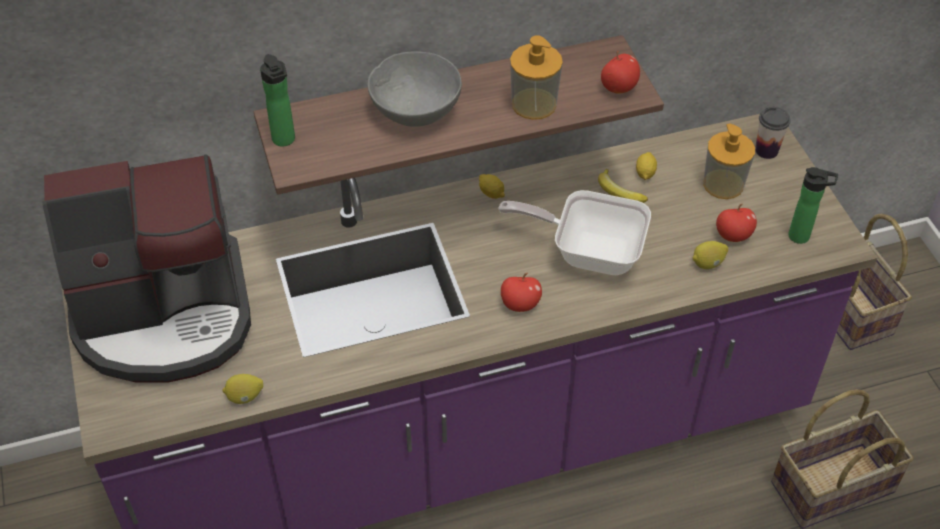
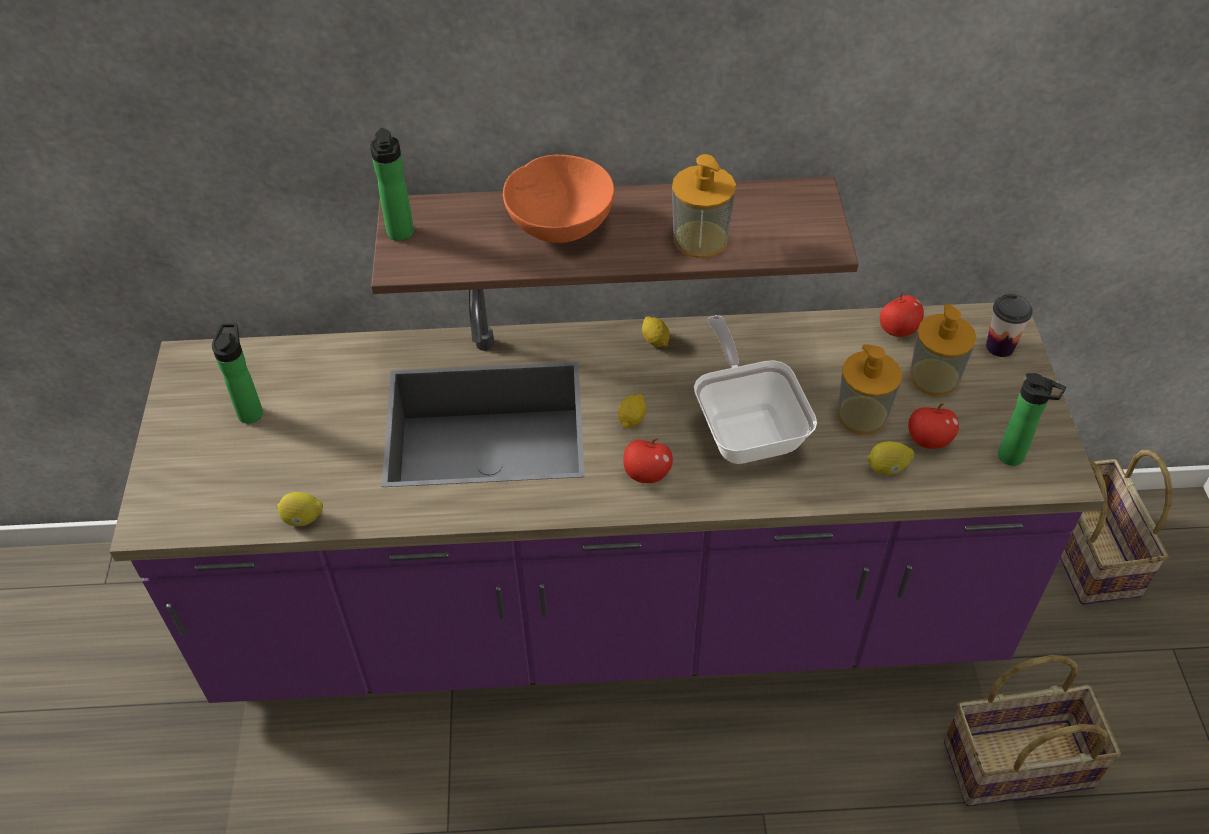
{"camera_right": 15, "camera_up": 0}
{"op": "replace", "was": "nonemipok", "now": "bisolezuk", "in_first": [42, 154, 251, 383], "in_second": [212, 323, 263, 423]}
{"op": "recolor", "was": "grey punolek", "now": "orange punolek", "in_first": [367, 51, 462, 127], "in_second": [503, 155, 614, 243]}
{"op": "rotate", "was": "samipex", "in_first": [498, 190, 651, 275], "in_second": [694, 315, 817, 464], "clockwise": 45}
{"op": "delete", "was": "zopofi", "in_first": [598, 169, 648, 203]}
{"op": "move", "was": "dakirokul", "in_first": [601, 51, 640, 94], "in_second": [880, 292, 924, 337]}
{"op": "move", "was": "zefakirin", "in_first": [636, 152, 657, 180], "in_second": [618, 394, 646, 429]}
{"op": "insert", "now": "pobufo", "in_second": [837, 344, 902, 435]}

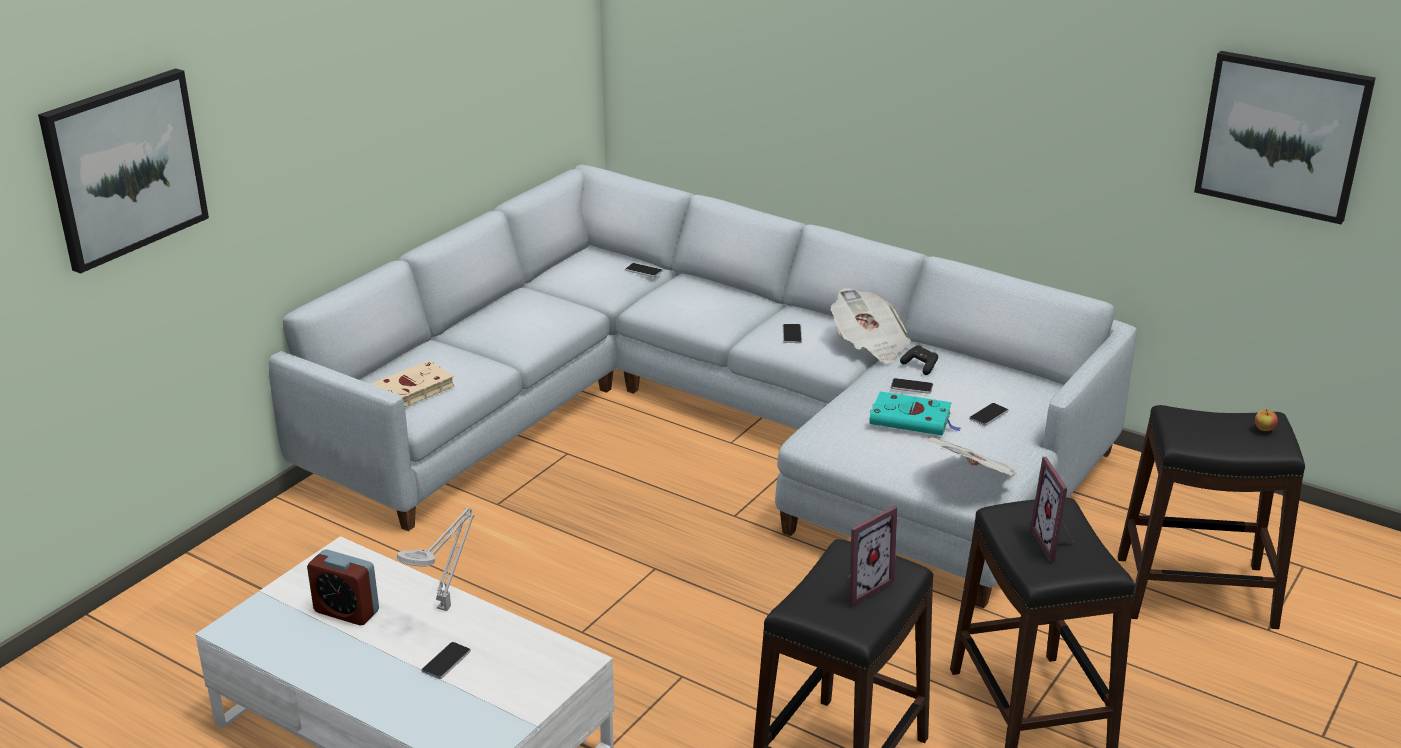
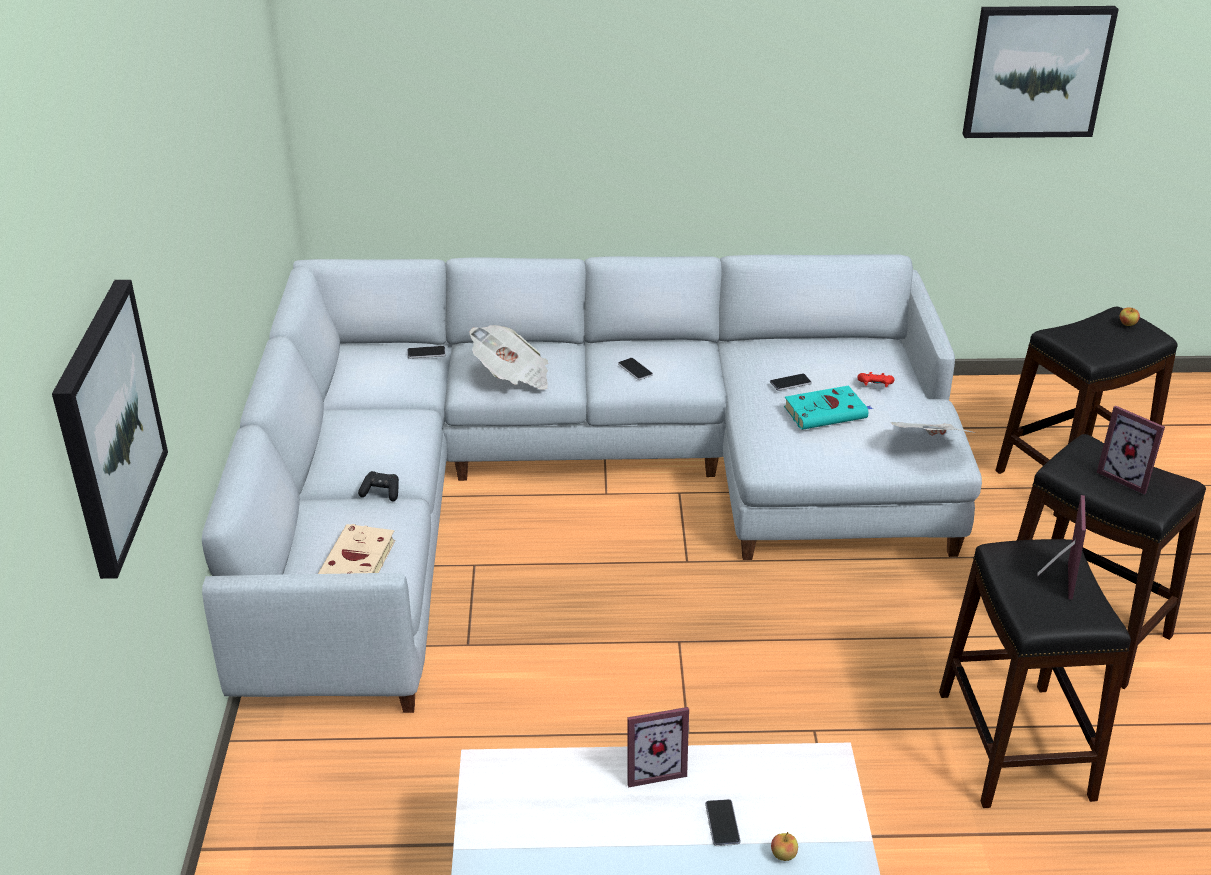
{"camera_right": -35, "camera_up": 5}
{"op": "delete", "was": "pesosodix", "in_first": [307, 549, 379, 626]}
{"op": "replace", "was": "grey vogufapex", "now": "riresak", "in_first": [397, 508, 474, 611], "in_second": [628, 707, 689, 787]}
{"op": "move", "was": "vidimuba", "in_first": [831, 288, 911, 364], "in_second": [469, 325, 548, 390]}
{"op": "move", "was": "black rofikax", "in_first": [900, 345, 938, 375], "in_second": [358, 471, 399, 501]}
{"op": "replace", "was": "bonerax", "now": "red rofikax", "in_first": [969, 403, 1008, 426], "in_second": [857, 372, 894, 387]}
{"op": "insert", "now": "dakirokul", "in_second": [771, 832, 798, 861]}

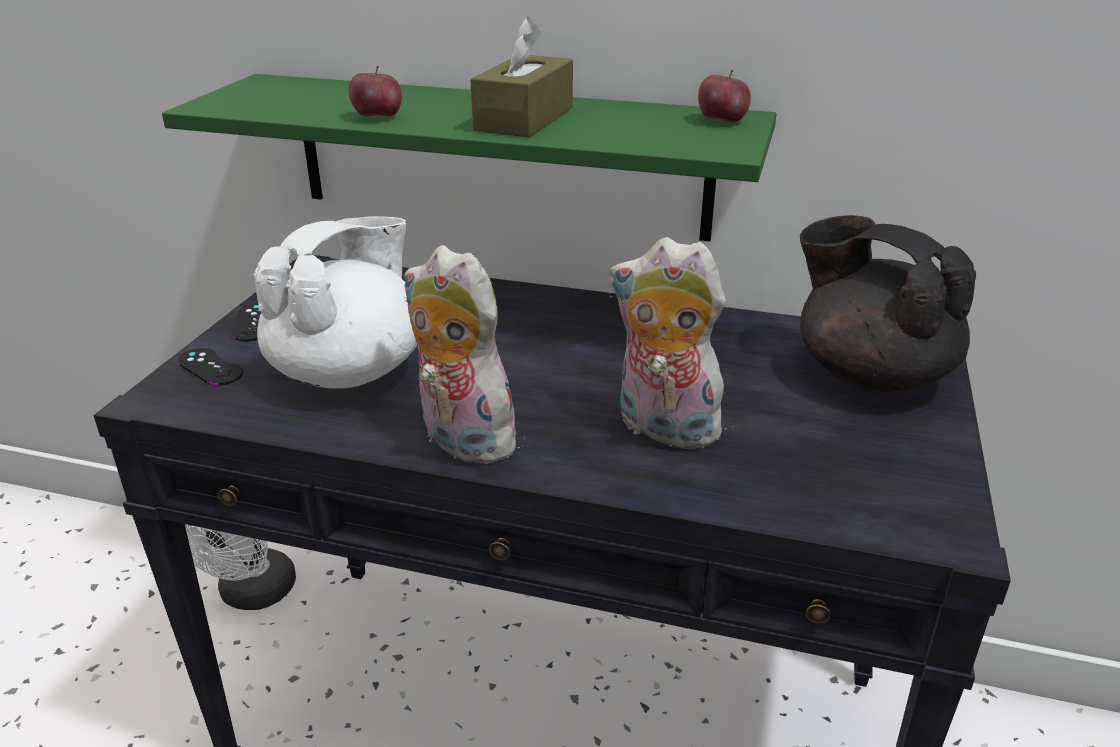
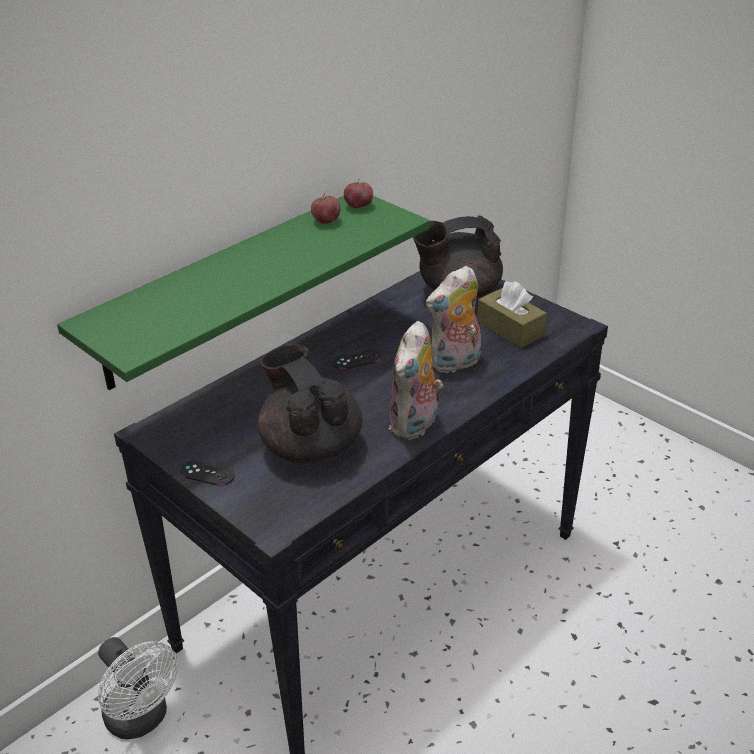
{"camera_right": -60, "camera_up": 5}
{"op": "move", "was": "black rofikax", "in_first": [177, 348, 243, 386], "in_second": [333, 350, 381, 369]}
{"op": "recolor", "was": "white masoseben", "now": "black masoseben", "in_first": [254, 216, 417, 389], "in_second": [257, 344, 362, 464]}
{"op": "move", "was": "dakirokul", "in_first": [349, 66, 402, 117], "in_second": [311, 193, 341, 224]}
{"op": "rotate", "was": "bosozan", "in_first": [404, 245, 528, 465], "in_second": [389, 321, 443, 440], "clockwise": -45}
{"op": "move", "was": "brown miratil", "in_first": [470, 17, 573, 137], "in_second": [477, 281, 547, 348]}

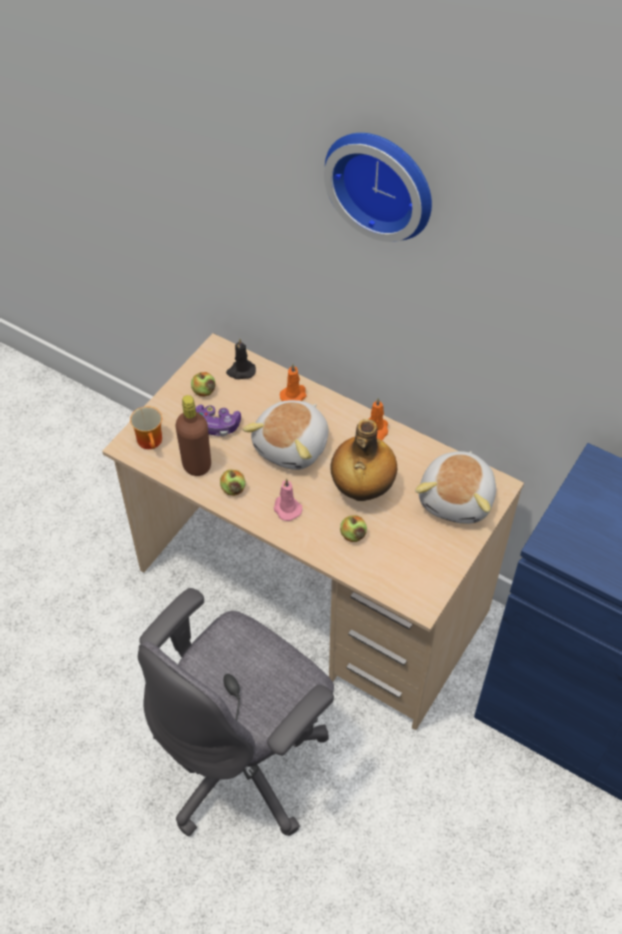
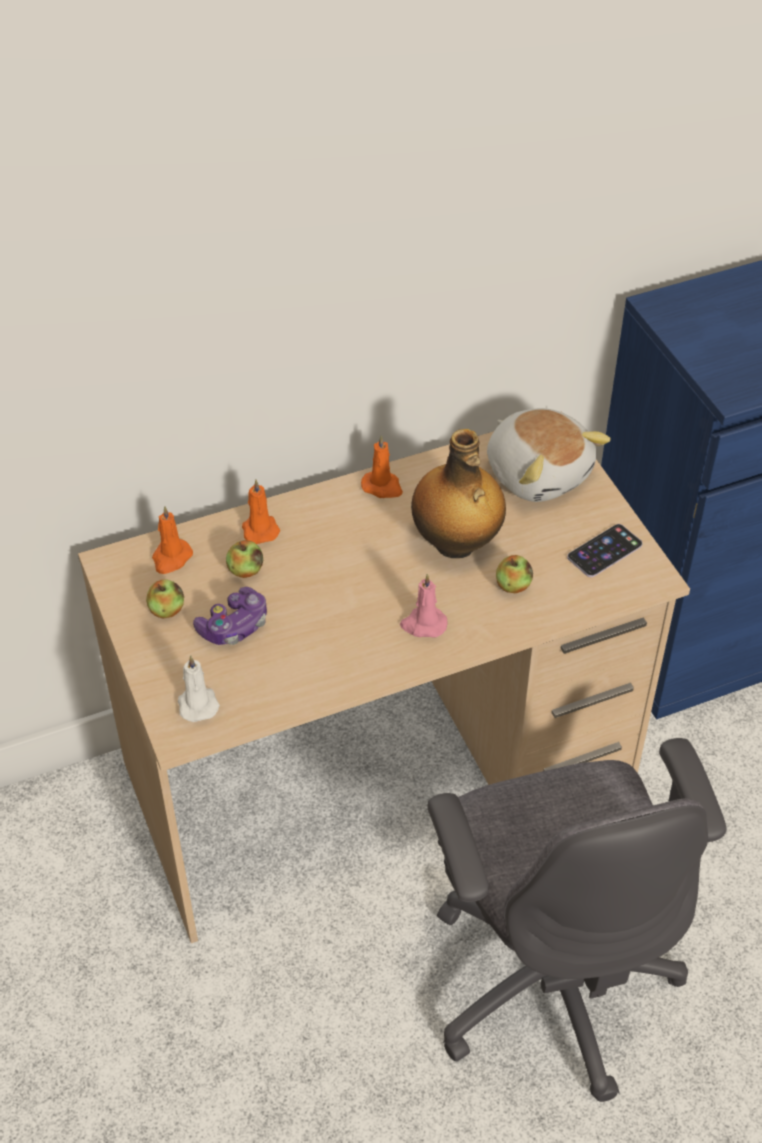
{"camera_right": -55, "camera_up": -5}
{"op": "replace", "was": "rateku", "now": "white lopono", "in_first": [130, 406, 162, 449], "in_second": [178, 655, 220, 722]}
{"op": "delete", "was": "brown bisolezuk", "in_first": [175, 395, 211, 476]}
{"op": "move", "was": "dakirokul", "in_first": [220, 470, 246, 496], "in_second": [226, 540, 263, 578]}
{"op": "recolor", "was": "black lopono", "now": "orange lopono", "in_first": [226, 339, 256, 379], "in_second": [152, 506, 193, 574]}
{"op": "delete", "was": "bosozan", "in_first": [243, 400, 328, 470]}
{"op": "delete", "was": "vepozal", "in_first": [324, 133, 432, 242]}
{"op": "insert", "now": "bonerax", "in_second": [567, 524, 642, 577]}

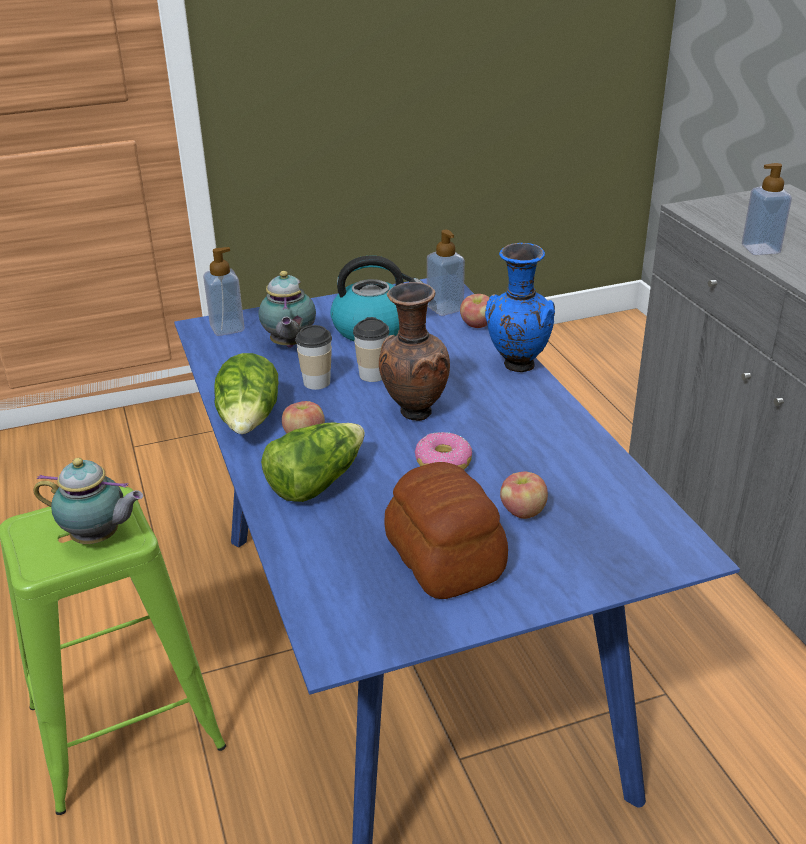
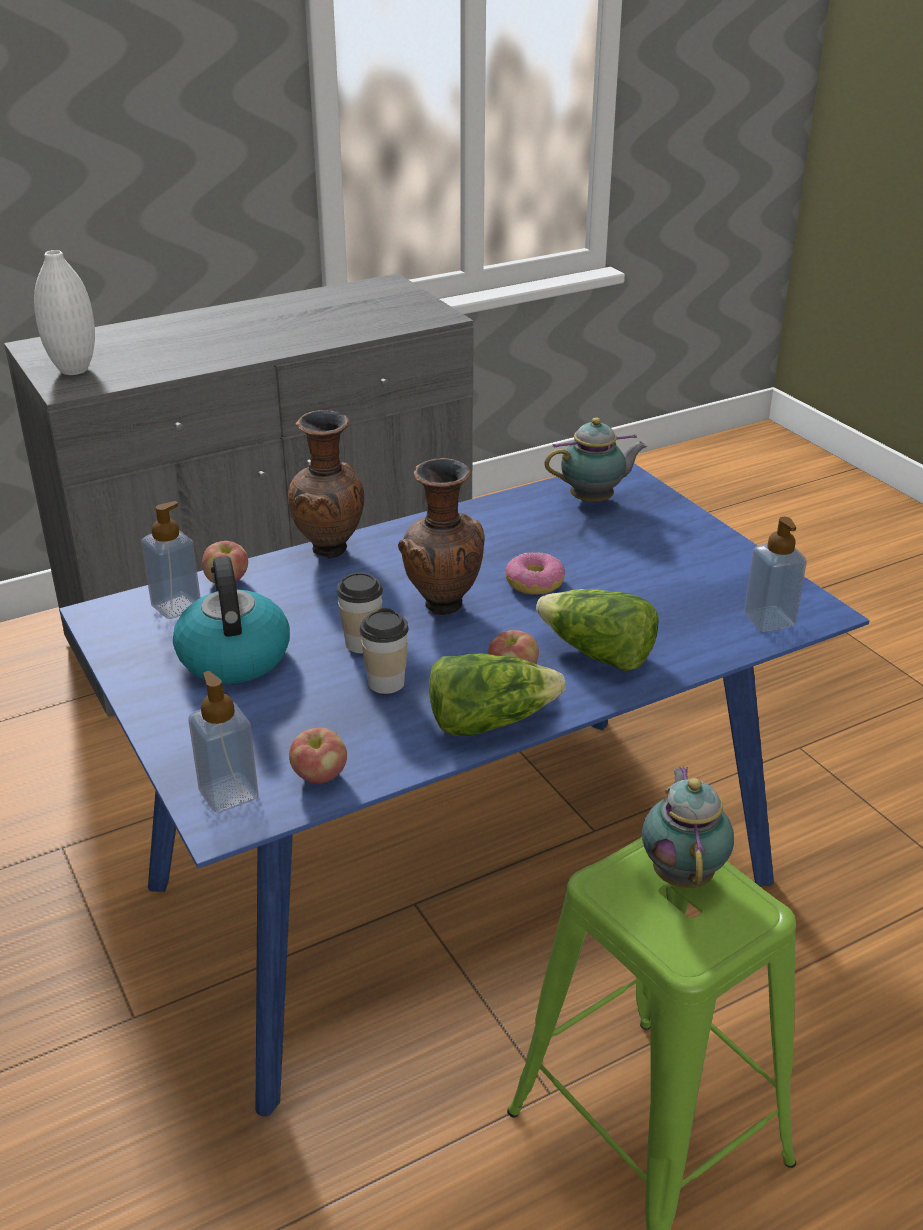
{"camera_right": -100, "camera_up": 0}
{"op": "move", "was": "masoseben", "in_first": [259, 271, 316, 348], "in_second": [544, 417, 647, 502]}
{"op": "delete", "was": "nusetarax", "in_first": [384, 462, 508, 599]}
{"op": "recolor", "was": "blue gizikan", "now": "brown gizikan", "in_first": [485, 243, 555, 372], "in_second": [288, 410, 364, 559]}
{"op": "move", "was": "dakirokul", "in_first": [500, 472, 548, 519], "in_second": [289, 727, 347, 783]}
{"op": "move", "was": "pobufo", "in_first": [742, 163, 792, 255], "in_second": [744, 517, 807, 632]}
{"op": "insert", "now": "white gizikan", "in_second": [34, 250, 95, 375]}

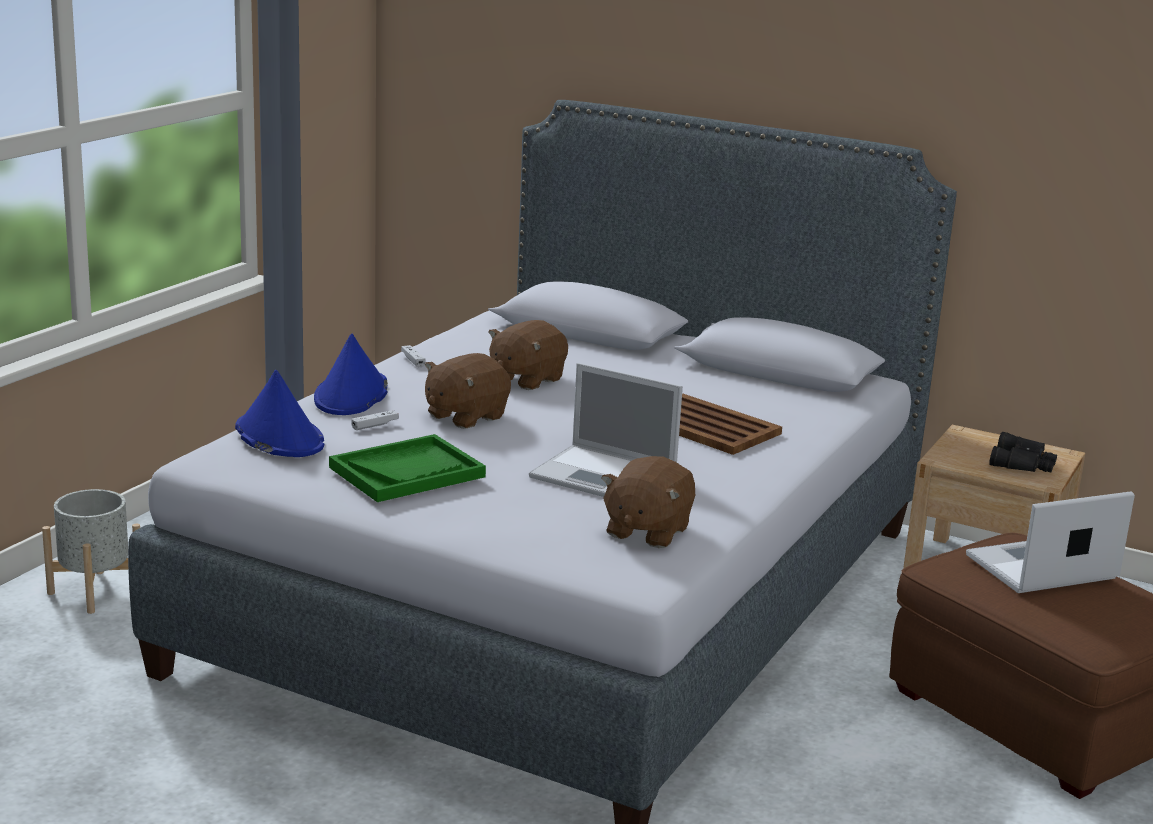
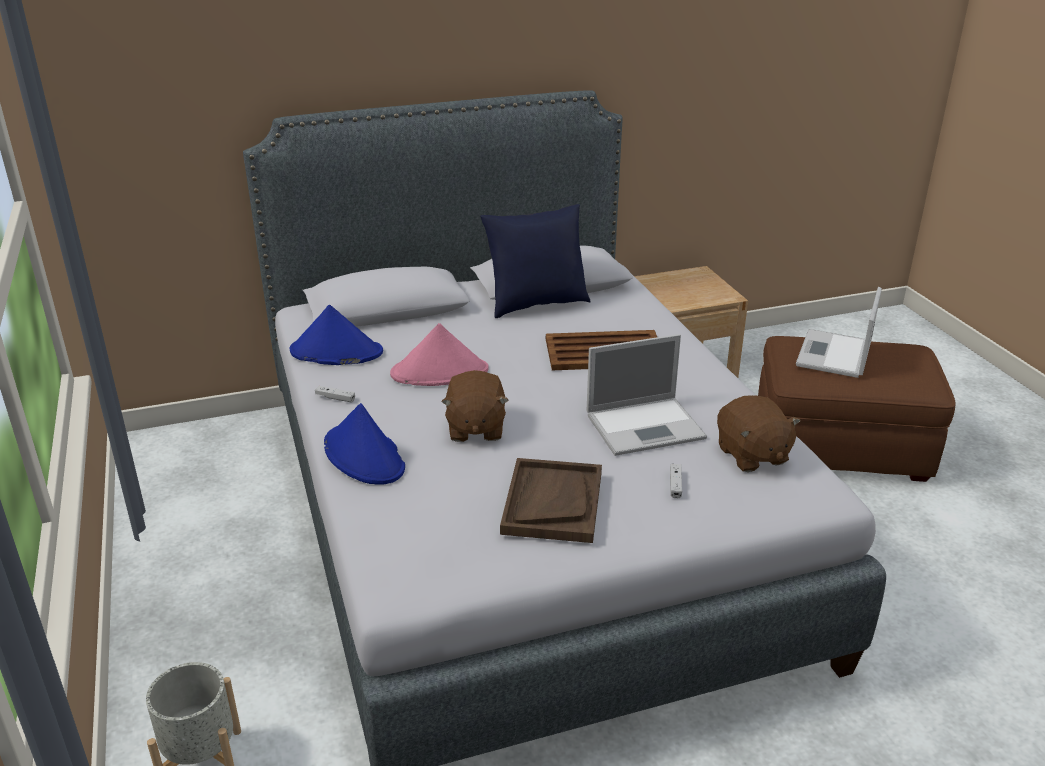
{"camera_right": -45, "camera_up": 10}
{"op": "move", "was": "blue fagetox", "in_first": [235, 370, 324, 457], "in_second": [290, 305, 383, 365]}
{"op": "recolor", "was": "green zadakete", "now": "brown zadakete", "in_first": [329, 434, 486, 502], "in_second": [500, 458, 602, 543]}
{"op": "move", "was": "white rofikax", "in_first": [351, 410, 399, 430], "in_second": [670, 464, 682, 498]}
{"op": "replace", "was": "brown bosozan", "now": "pink fagetox", "in_first": [488, 320, 568, 390], "in_second": [390, 323, 489, 386]}
{"op": "delete", "was": "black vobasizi", "in_first": [989, 432, 1057, 472]}
{"op": "insert", "now": "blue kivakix", "in_second": [480, 204, 591, 318]}

